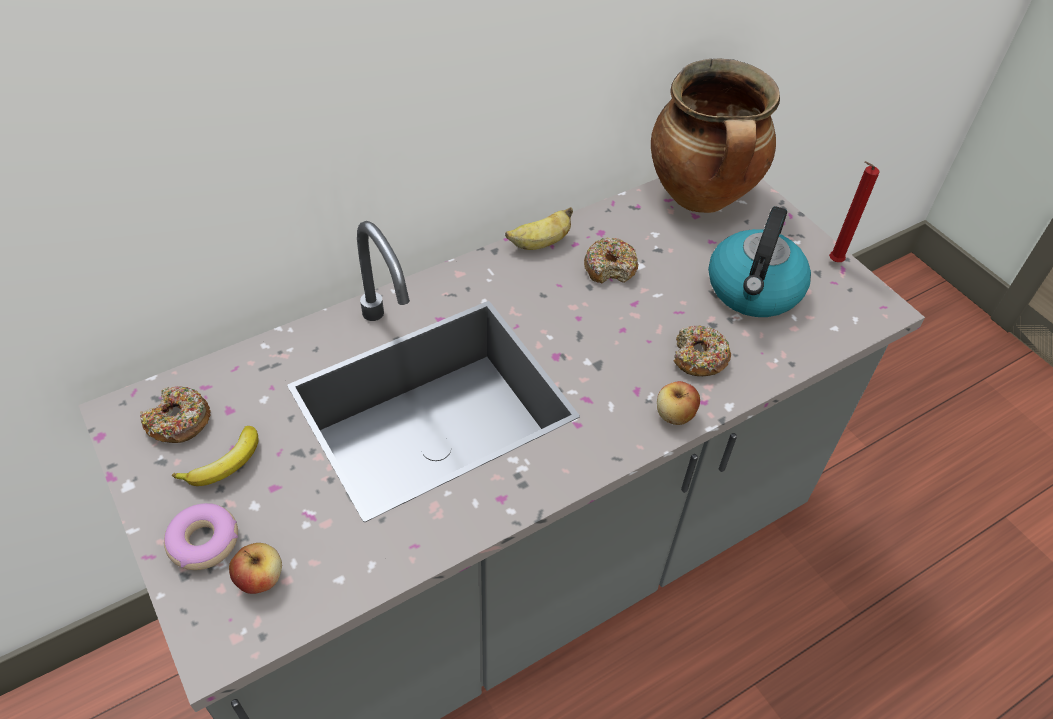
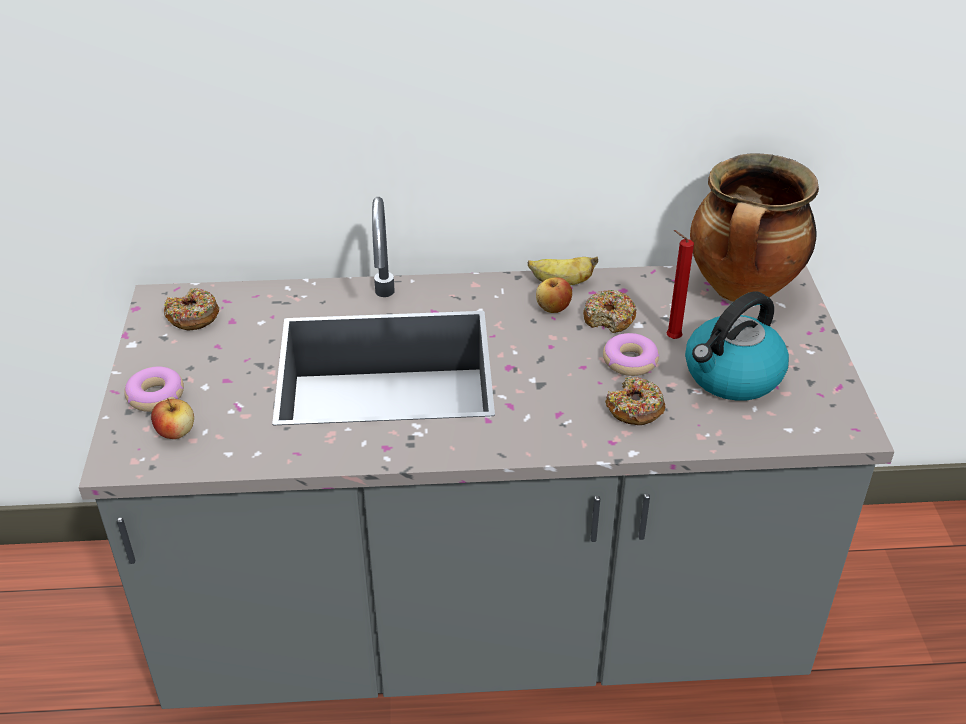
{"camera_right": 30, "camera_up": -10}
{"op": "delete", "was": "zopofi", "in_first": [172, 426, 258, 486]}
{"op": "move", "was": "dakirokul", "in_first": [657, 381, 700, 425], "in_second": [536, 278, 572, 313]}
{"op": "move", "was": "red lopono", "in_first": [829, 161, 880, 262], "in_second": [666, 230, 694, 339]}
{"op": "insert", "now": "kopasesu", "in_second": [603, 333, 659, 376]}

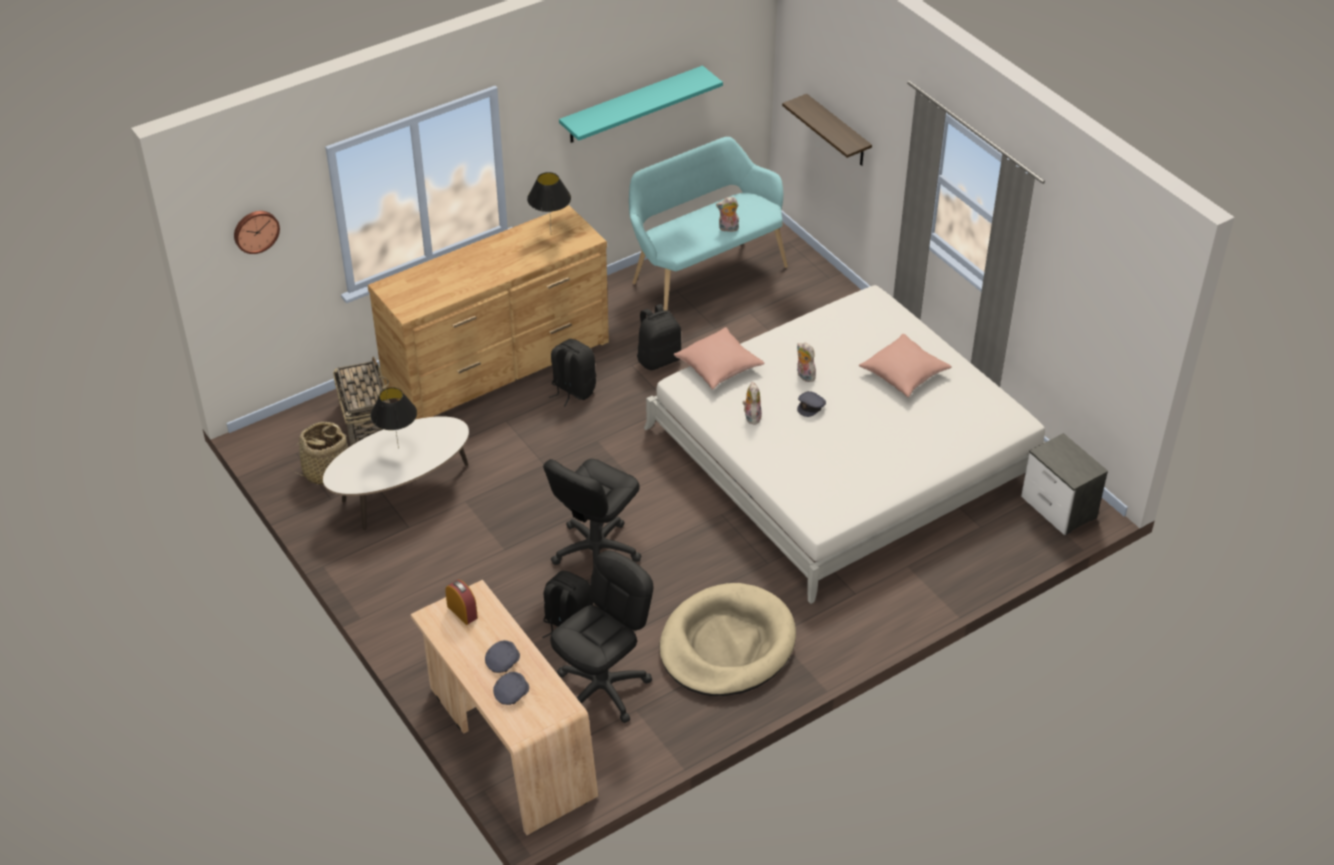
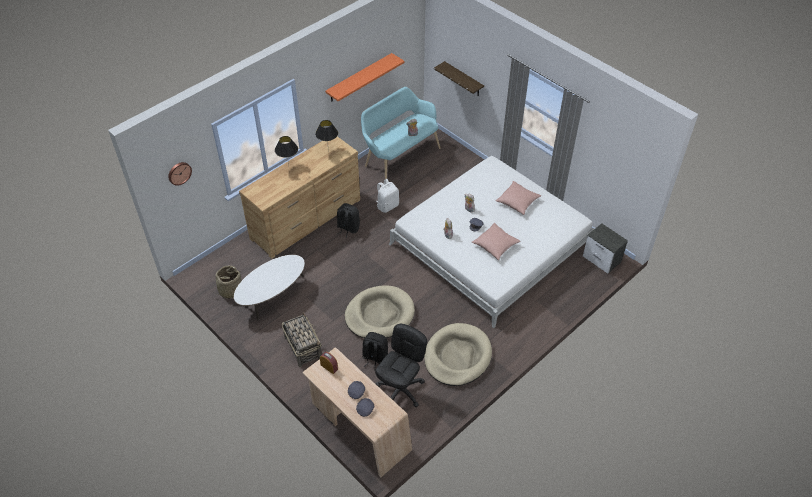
{"camera_right": -10, "camera_up": 5}
{"op": "move", "was": "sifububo", "in_first": [333, 357, 390, 446], "in_second": [282, 313, 322, 367]}
{"op": "move", "was": "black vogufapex", "in_first": [370, 387, 417, 449], "in_second": [275, 136, 298, 165]}
{"op": "replace", "was": "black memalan", "now": "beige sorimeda", "in_first": [543, 459, 641, 565], "in_second": [345, 285, 415, 338]}
{"op": "recolor", "was": "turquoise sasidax", "now": "orange sasidax", "in_first": [559, 66, 723, 143], "in_second": [325, 53, 405, 102]}
{"op": "recolor", "was": "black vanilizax", "now": "white vanilizax", "in_first": [637, 304, 681, 370], "in_second": [376, 179, 399, 213]}
{"op": "move", "was": "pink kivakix", "in_first": [674, 327, 765, 390], "in_second": [472, 223, 521, 260]}

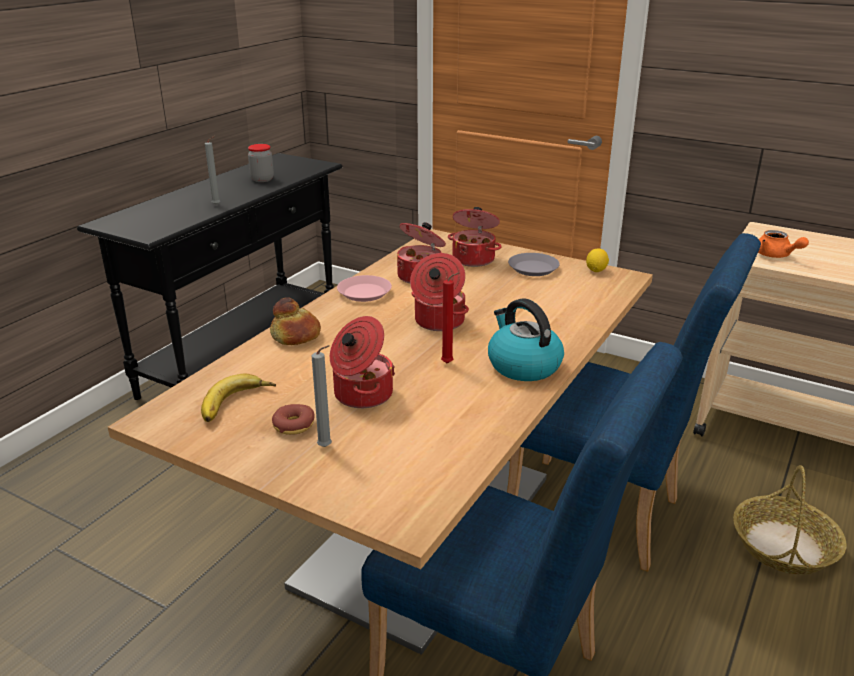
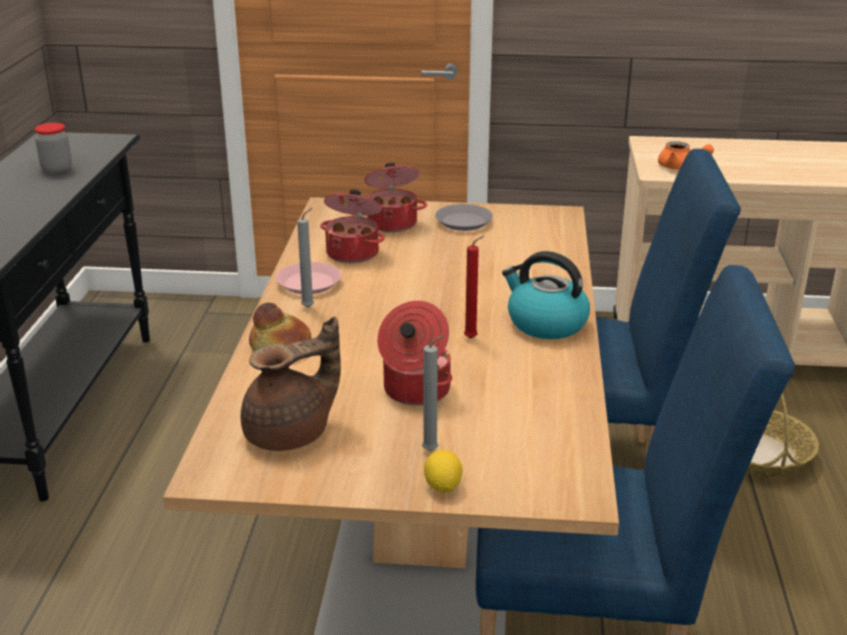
{"camera_right": -25, "camera_up": 0}
{"op": "replace", "was": "zopofi", "now": "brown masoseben", "in_first": [201, 373, 276, 422], "in_second": [241, 316, 341, 451]}
{"op": "move", "was": "grey lopono", "in_first": [205, 136, 220, 205], "in_second": [297, 208, 314, 308]}
{"op": "delete", "was": "kopasesu", "in_first": [272, 404, 315, 435]}
{"op": "delete", "was": "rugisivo", "in_first": [410, 253, 469, 331]}
{"op": "move", "was": "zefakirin", "in_first": [586, 248, 609, 272], "in_second": [424, 450, 463, 493]}

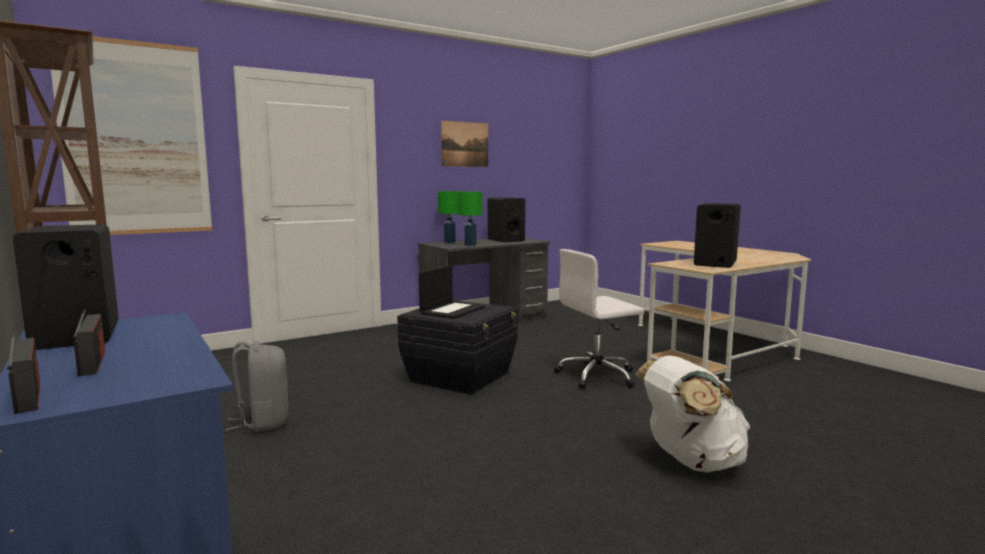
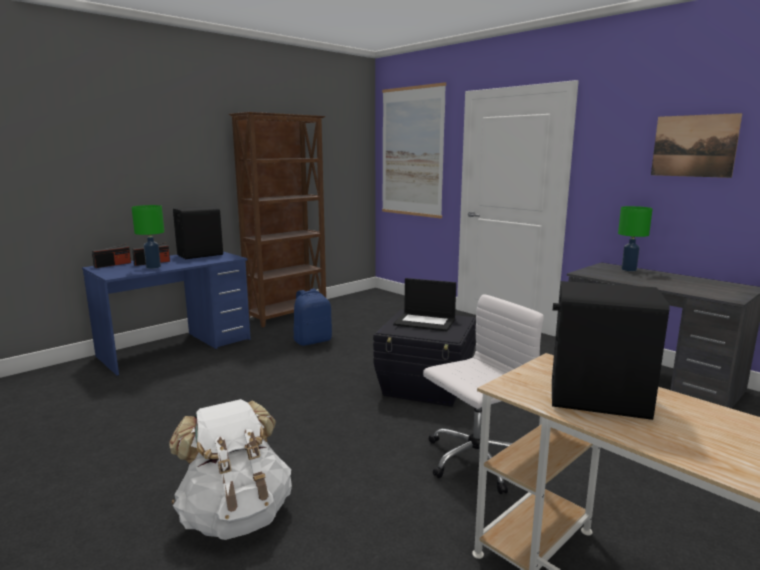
{"camera_right": 80, "camera_up": 5}
{"op": "recolor", "was": "grey vanilizax", "now": "blue vanilizax", "in_first": [226, 341, 289, 432], "in_second": [293, 288, 332, 346]}
{"op": "move", "was": "green vogufapex", "in_first": [458, 192, 482, 246], "in_second": [131, 205, 164, 269]}
{"op": "delete", "was": "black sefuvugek", "in_first": [487, 197, 525, 242]}
{"op": "rotate", "was": "white memalan", "in_first": [554, 249, 644, 389], "in_second": [423, 294, 544, 494], "clockwise": 90}

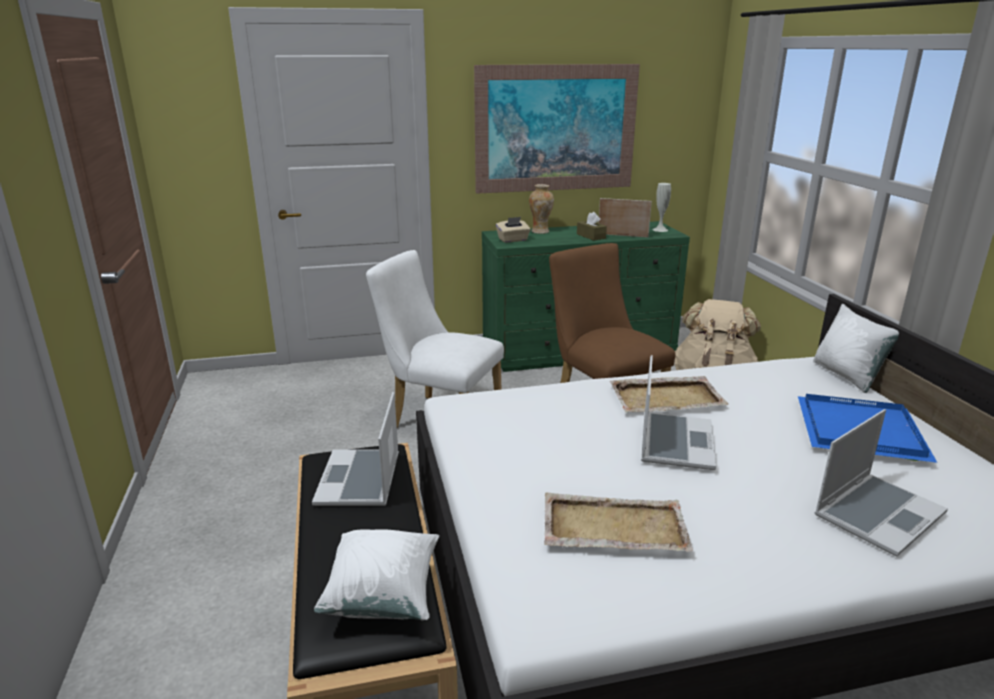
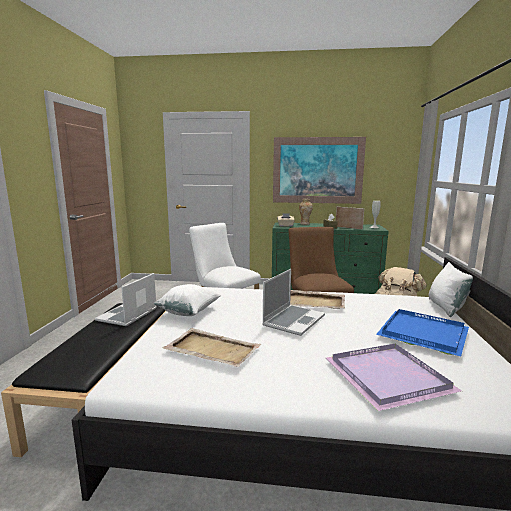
{"camera_right": 20, "camera_up": -10}
{"op": "move", "was": "white kivakix", "in_first": [314, 529, 439, 620], "in_second": [154, 284, 221, 316]}
{"op": "replace", "was": "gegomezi", "now": "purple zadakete", "in_first": [815, 409, 948, 556], "in_second": [326, 344, 462, 411]}

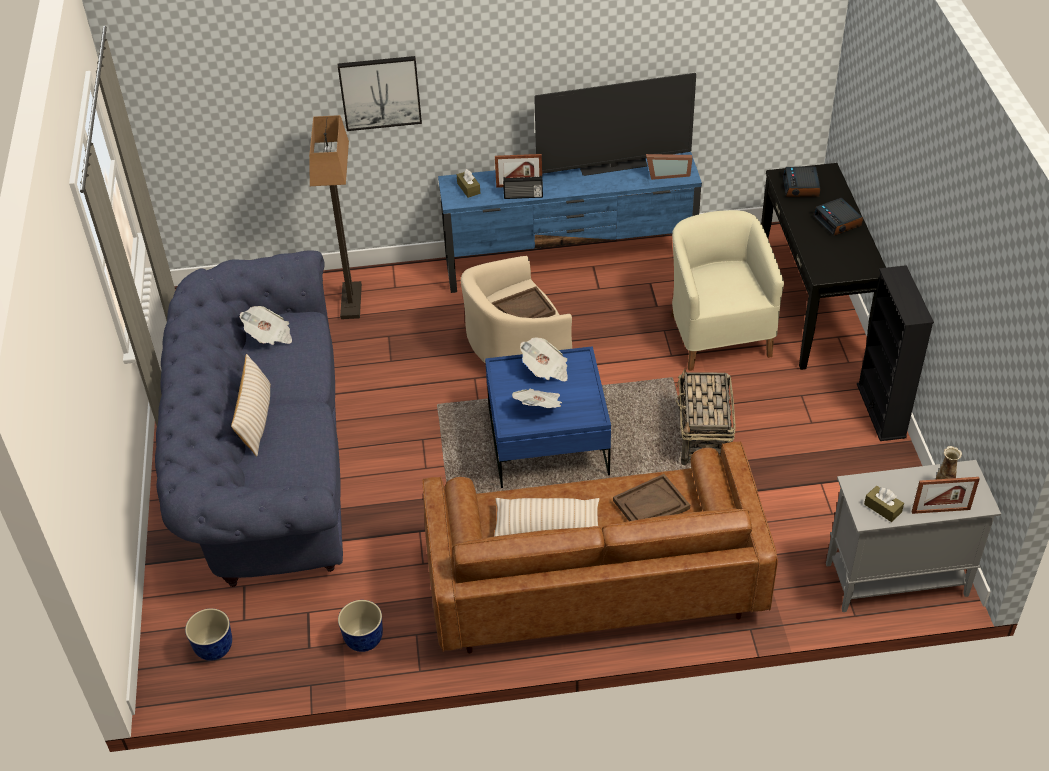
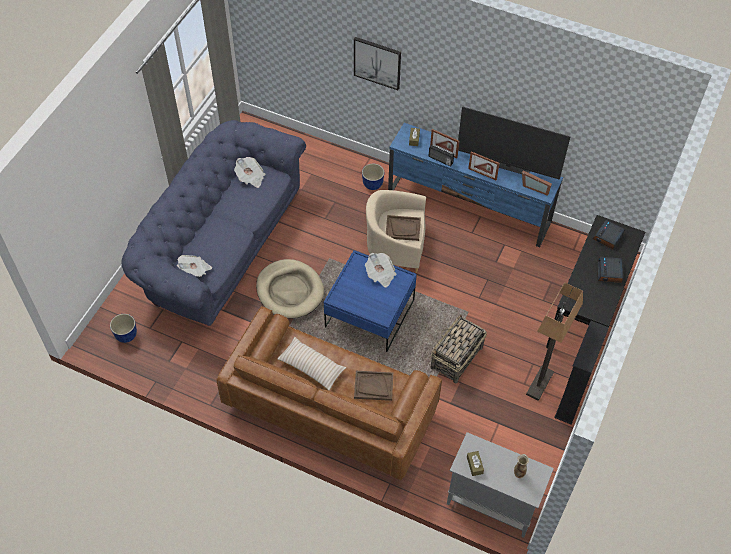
{"camera_right": 30, "camera_up": 10}
{"op": "delete", "was": "beige kivakix", "in_first": [231, 354, 271, 457]}
{"op": "move", "was": "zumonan", "in_first": [309, 115, 362, 319], "in_second": [526, 282, 583, 401]}
{"op": "move", "was": "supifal", "in_first": [338, 600, 383, 652], "in_second": [362, 164, 384, 190]}
{"op": "move", "was": "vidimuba", "in_first": [512, 389, 562, 408], "in_second": [177, 255, 212, 277]}
{"op": "delete", "was": "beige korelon", "in_first": [671, 210, 784, 371]}
{"op": "move", "was": "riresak", "in_first": [912, 477, 980, 514], "in_second": [468, 152, 500, 180]}
{"op": "insert", "now": "beige sorimeda", "in_second": [256, 259, 324, 319]}

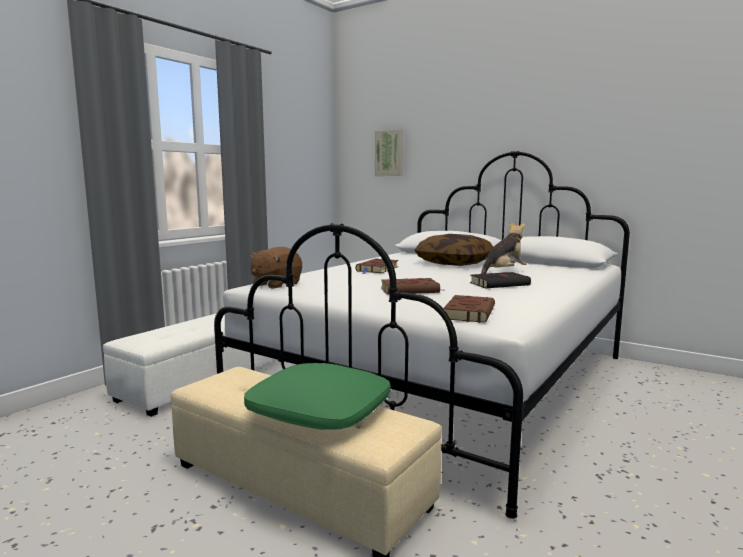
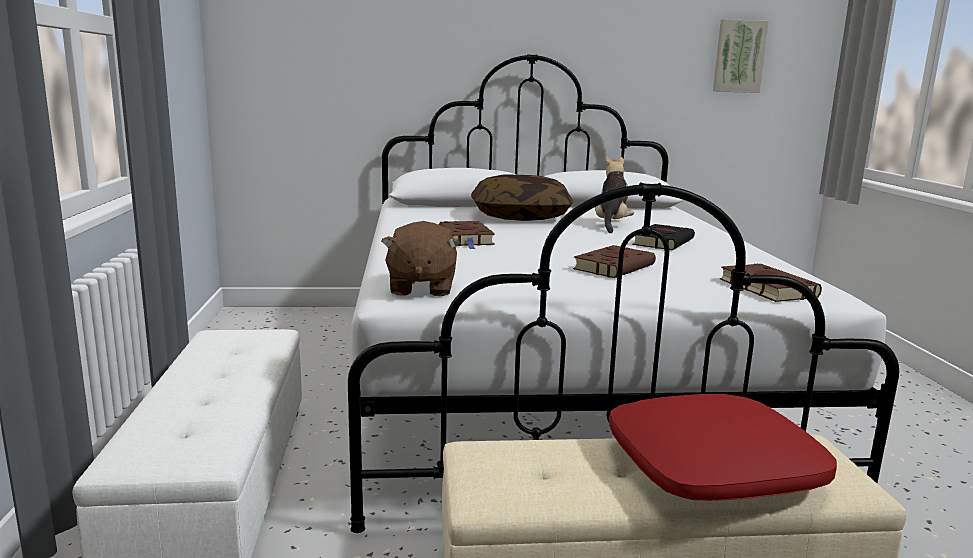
{"camera_right": -40, "camera_up": 5}
{"op": "recolor", "was": "green kivakix", "now": "red kivakix", "in_first": [244, 363, 391, 430], "in_second": [609, 394, 837, 501]}
{"op": "move", "was": "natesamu", "in_first": [375, 129, 403, 176], "in_second": [713, 19, 769, 93]}

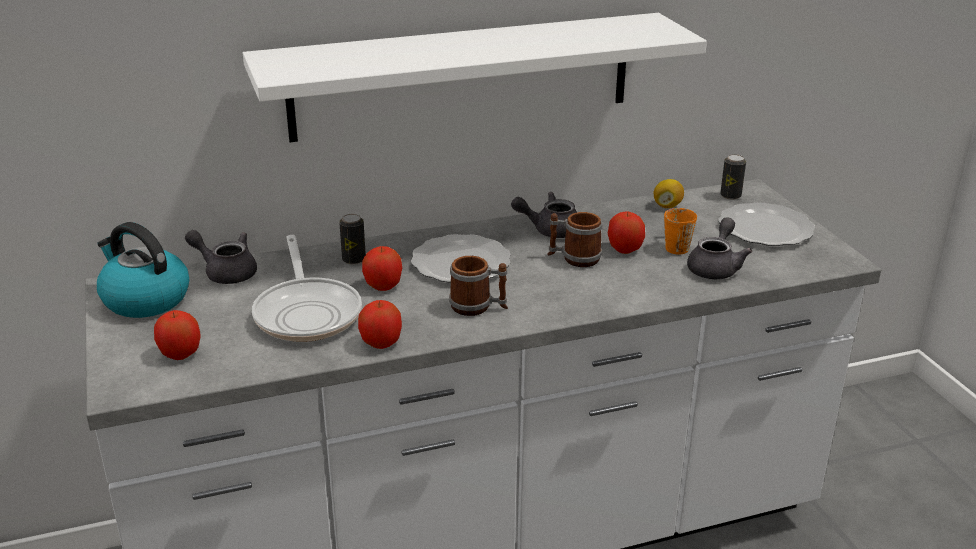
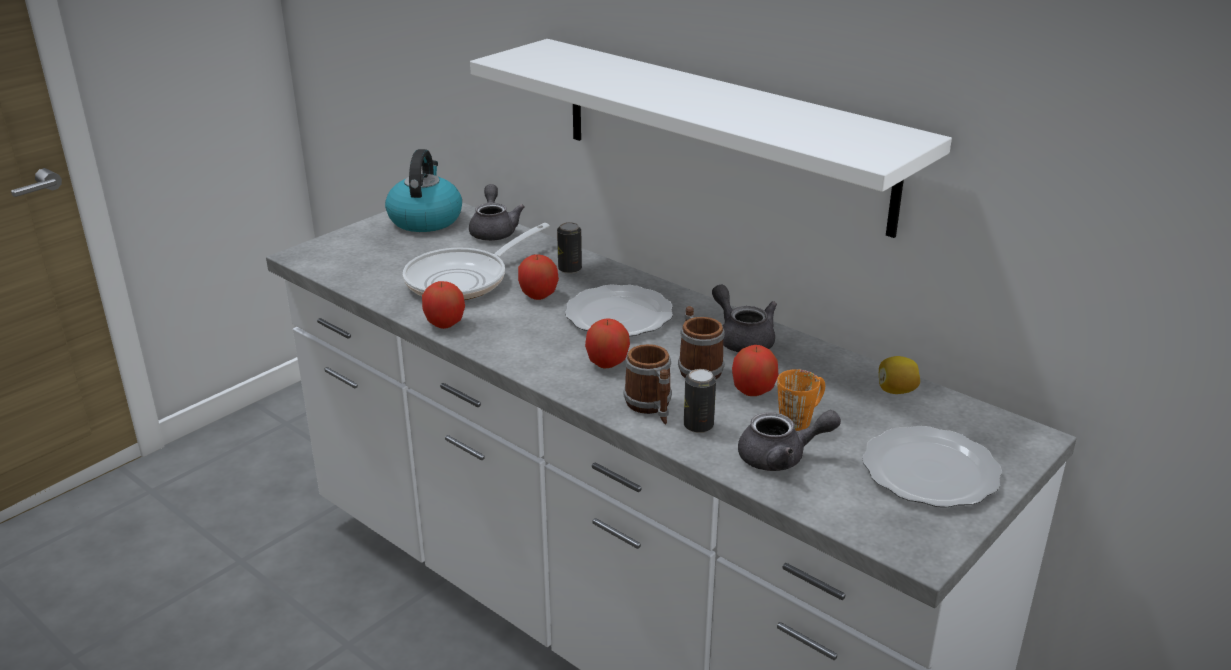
{"camera_right": 60, "camera_up": 0}
{"op": "move", "was": "dakirokul", "in_first": [154, 310, 201, 360], "in_second": [585, 318, 630, 368]}
{"op": "move", "was": "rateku", "in_first": [449, 256, 508, 316], "in_second": [623, 344, 672, 424]}
{"op": "move", "was": "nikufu", "in_first": [720, 154, 746, 200], "in_second": [684, 369, 716, 433]}

